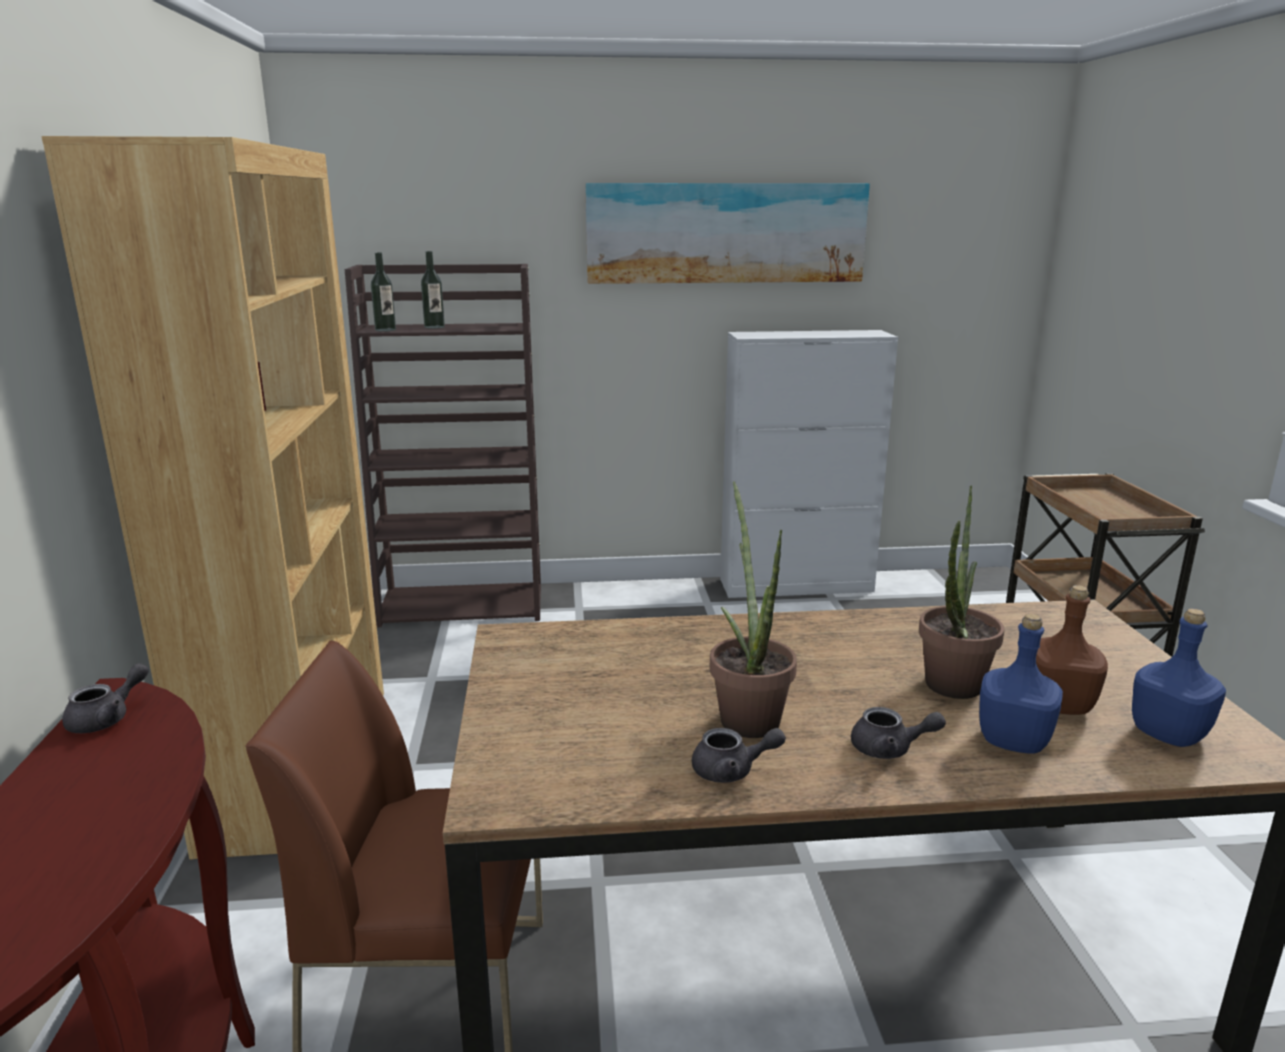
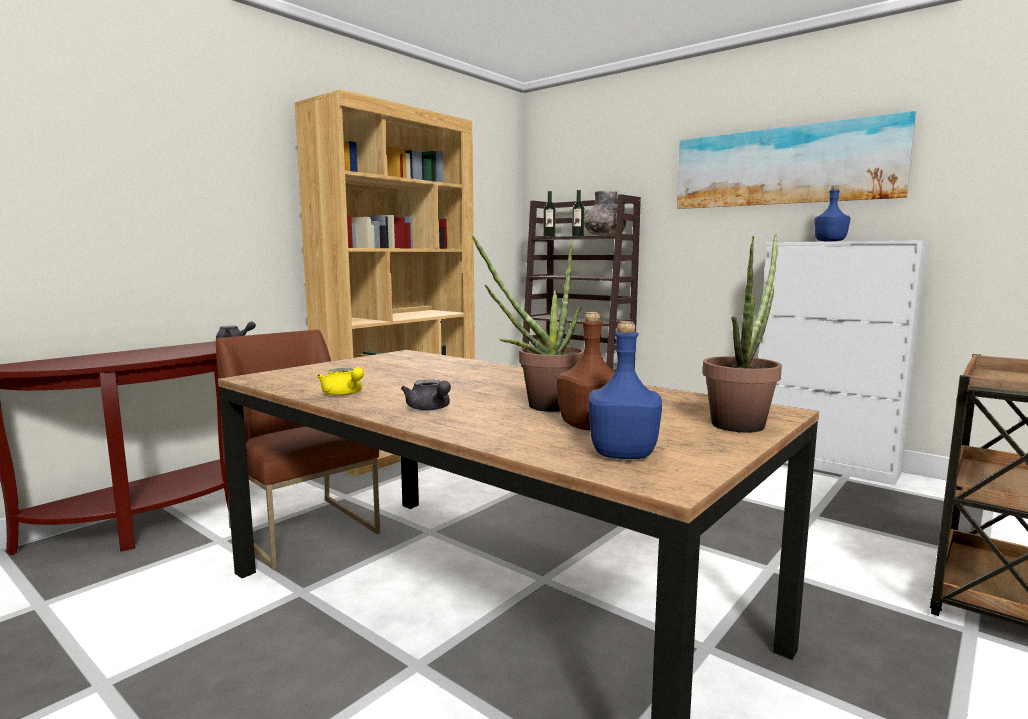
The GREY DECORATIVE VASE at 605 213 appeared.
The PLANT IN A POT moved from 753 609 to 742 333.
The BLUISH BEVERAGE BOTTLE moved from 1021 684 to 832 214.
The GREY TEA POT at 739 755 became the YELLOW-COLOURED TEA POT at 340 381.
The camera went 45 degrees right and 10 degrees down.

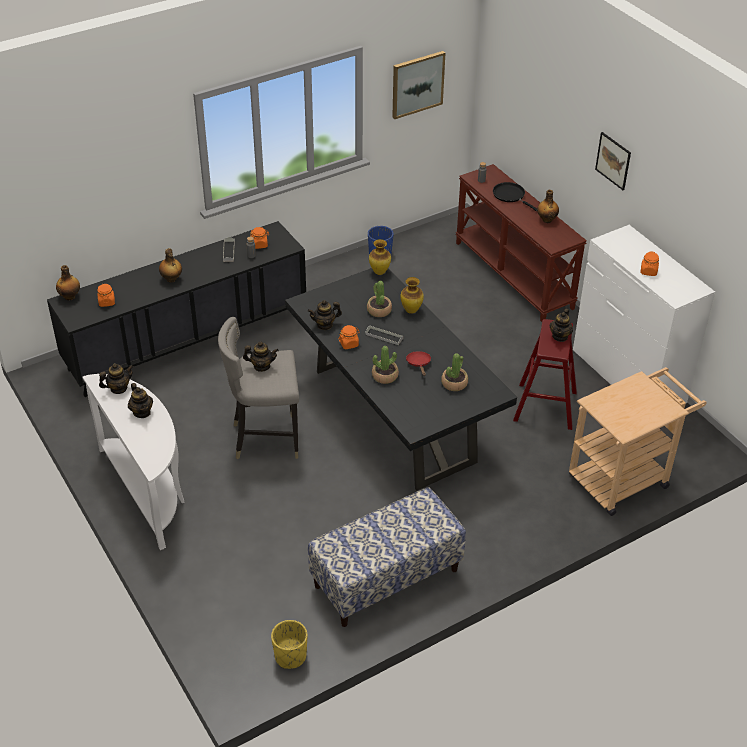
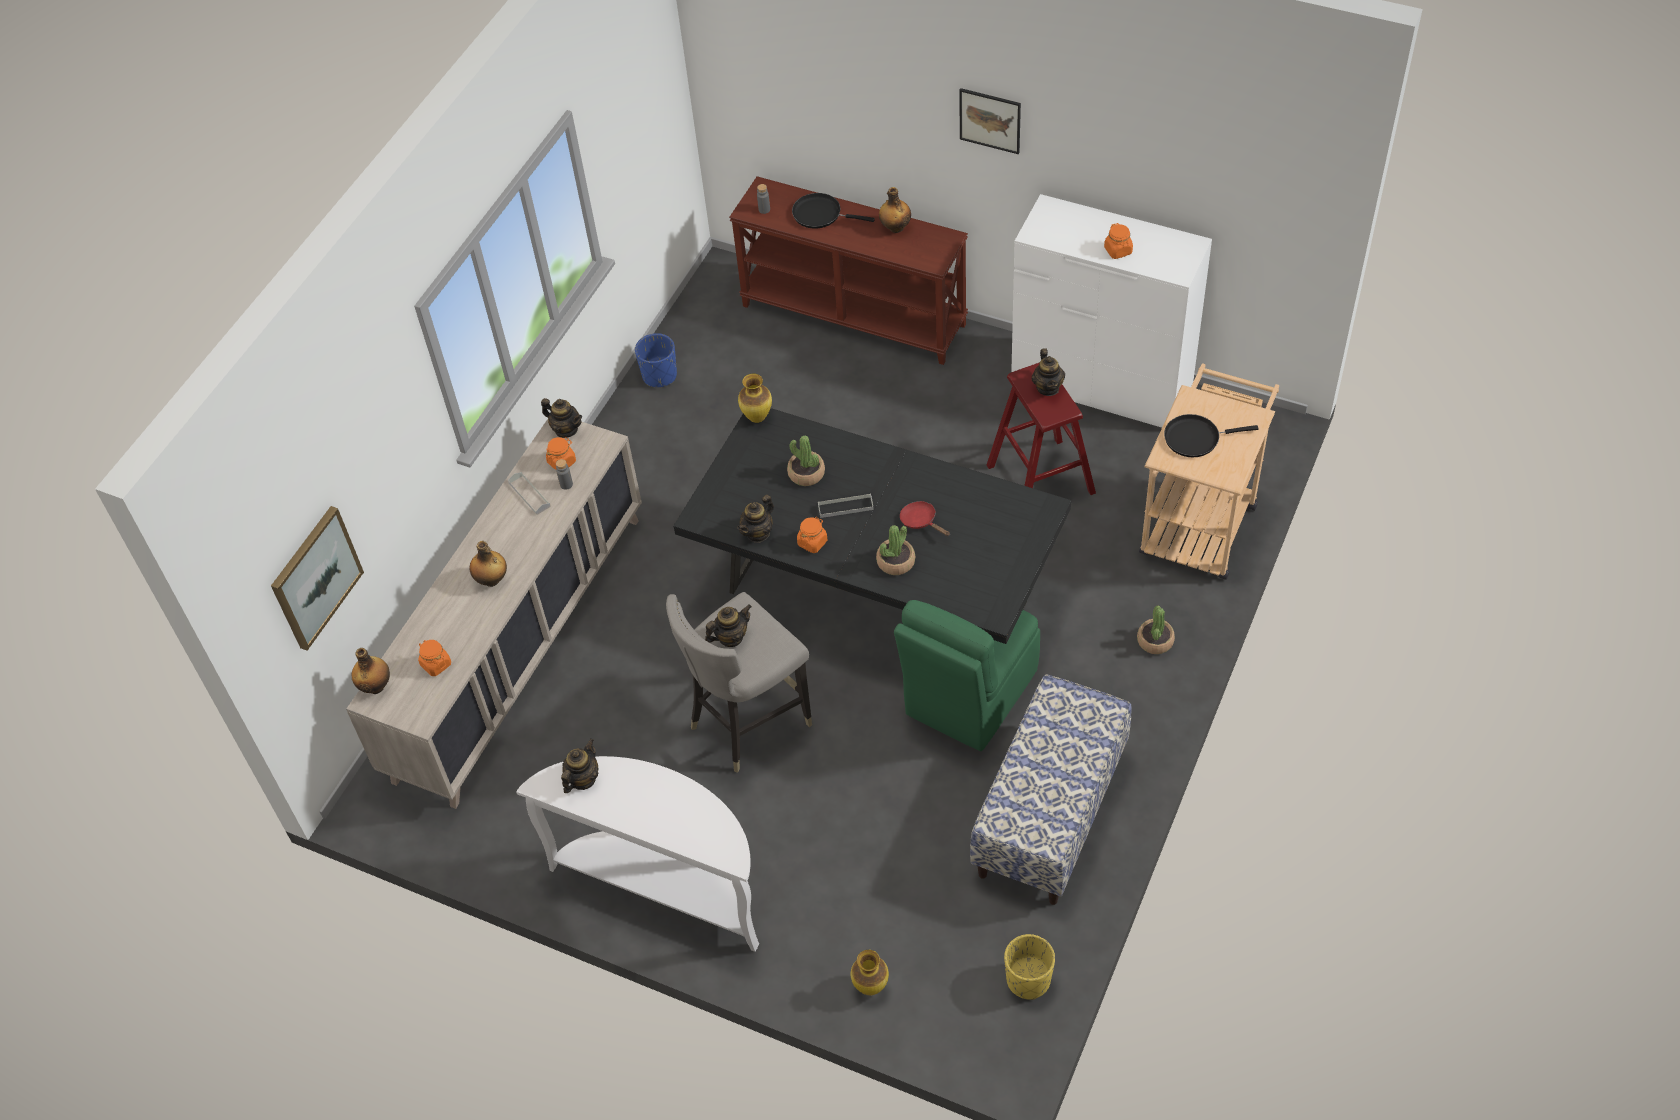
The GREEN-COLOURED UPRIGHT CHAIR at 967 675 appeared.
The BLACK PAN at 1211 435 appeared.
The TEA POT moved from 140 400 to 561 418.
The WALL PICTURE moved from 418 85 to 317 578.
The DECORATIVE VASE moved from 412 295 to 870 972.
The PLANT IN A POT moved from 454 372 to 1156 629.
The BLACK CABINET at 176 309 became the BEIGE-COLOURED CABINET at 494 614.
The camera went 30 degrees left and 10 degrees up.

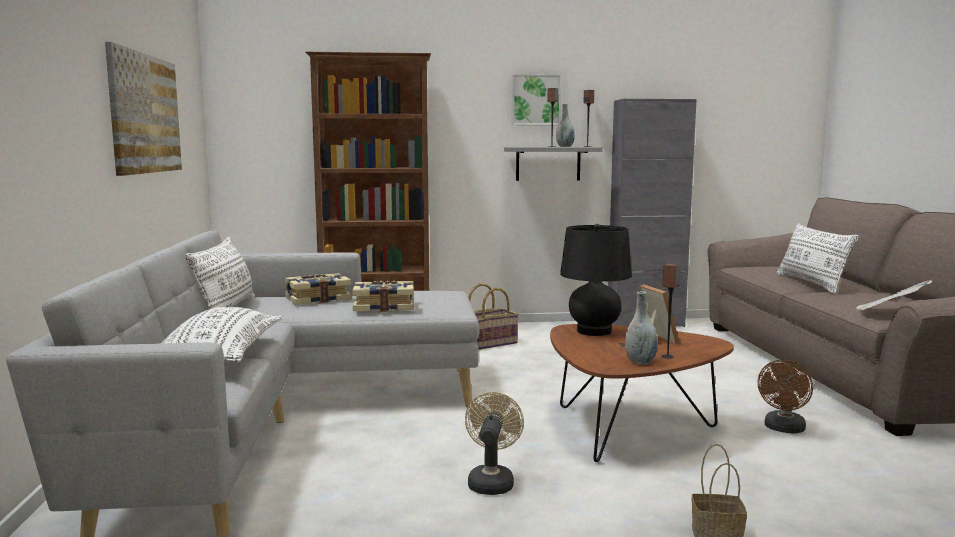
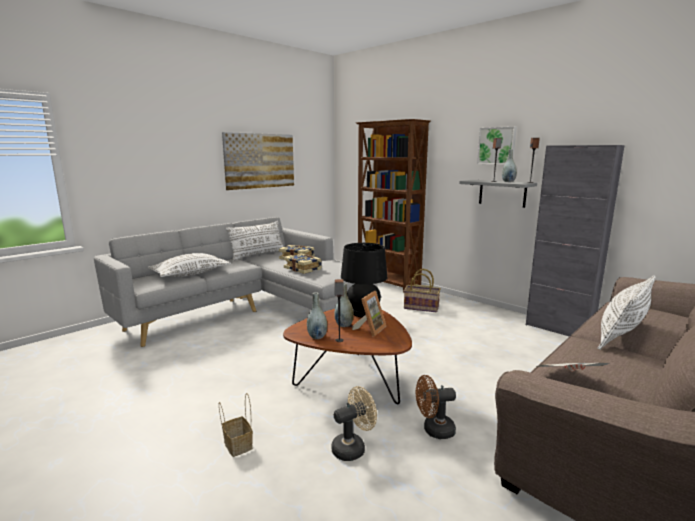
The GREY DECORATIVE VASE at 344 305 appeared.
The BEIGE-COLOURED FAN moved from 494 443 to 354 423.
The camera went 50 degrees right and 5 degrees up.

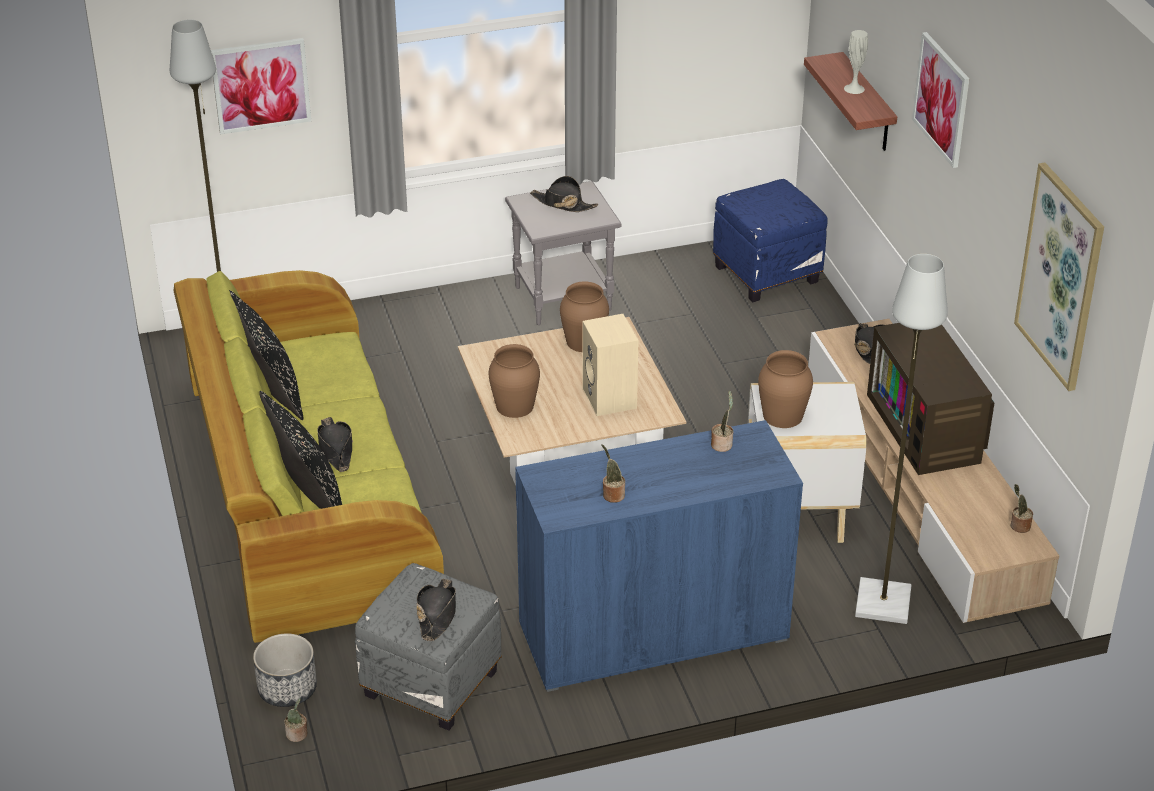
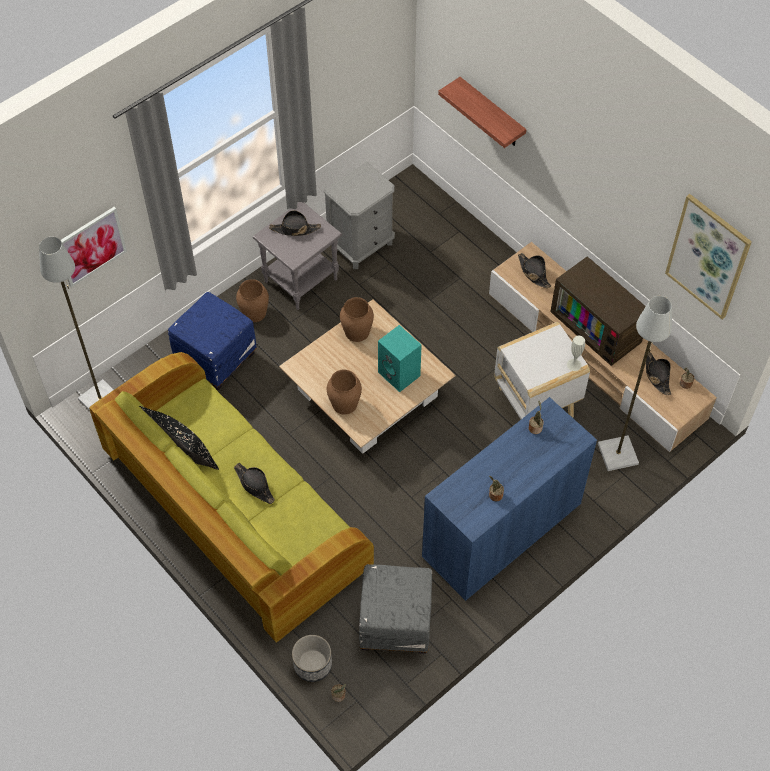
The BLACK CUSHION at 300 450 disappeared.
The WALL PICTURE at 940 100 disappeared.
The GREY BEDSIDE TABLE at 359 215 appeared.
The BLACK CLOTHING HAT moved from 436 609 to 659 374.
The BLUISH OTTOMAN moved from 770 241 to 212 341.
The BROWNISH DECORATIVE VASE moved from 785 389 to 252 300.
The WHITE DECORATIVE VASE moved from 856 62 to 576 353.
The BEIGE-COLOURED LOUDSPEAKER at 610 365 became the BLUE-GREEN LOUDSPEAKER at 400 358.
The camera went 25 degrees left and 20 degrees up.

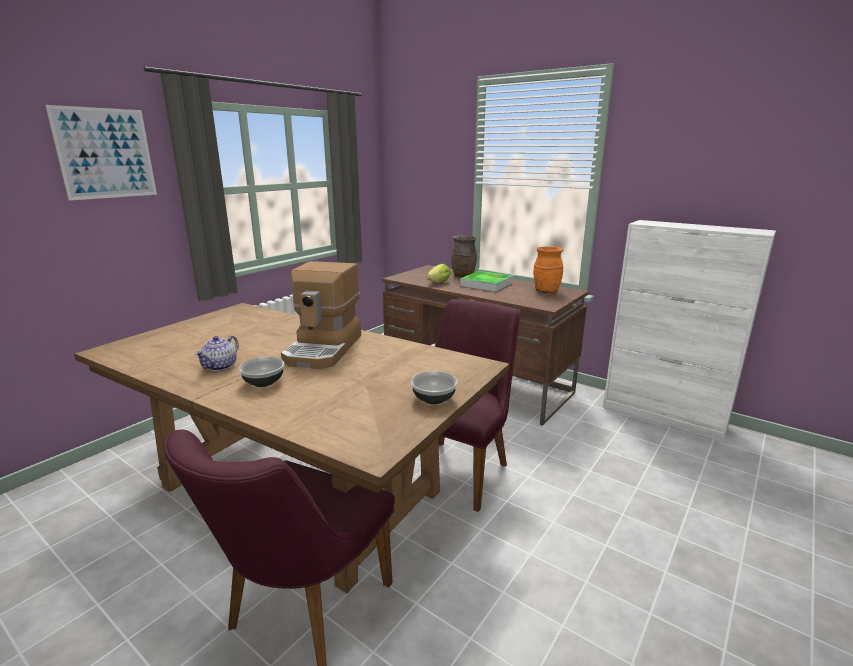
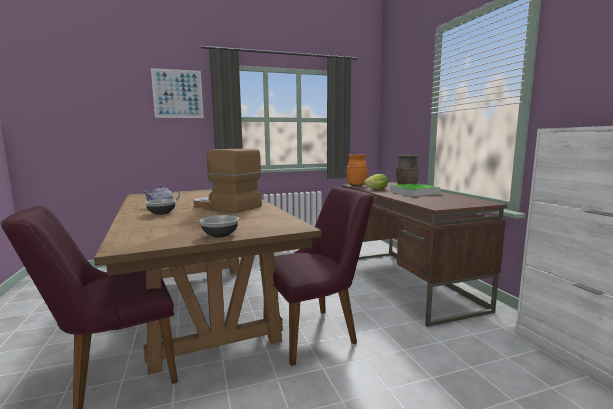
The ORANGEY DECORATIVE VASE moved from 548 269 to 357 170.
The COFFEE BREWER at 321 315 turned 75 degrees clockwise.
The camera went 35 degrees right and 10 degrees down.

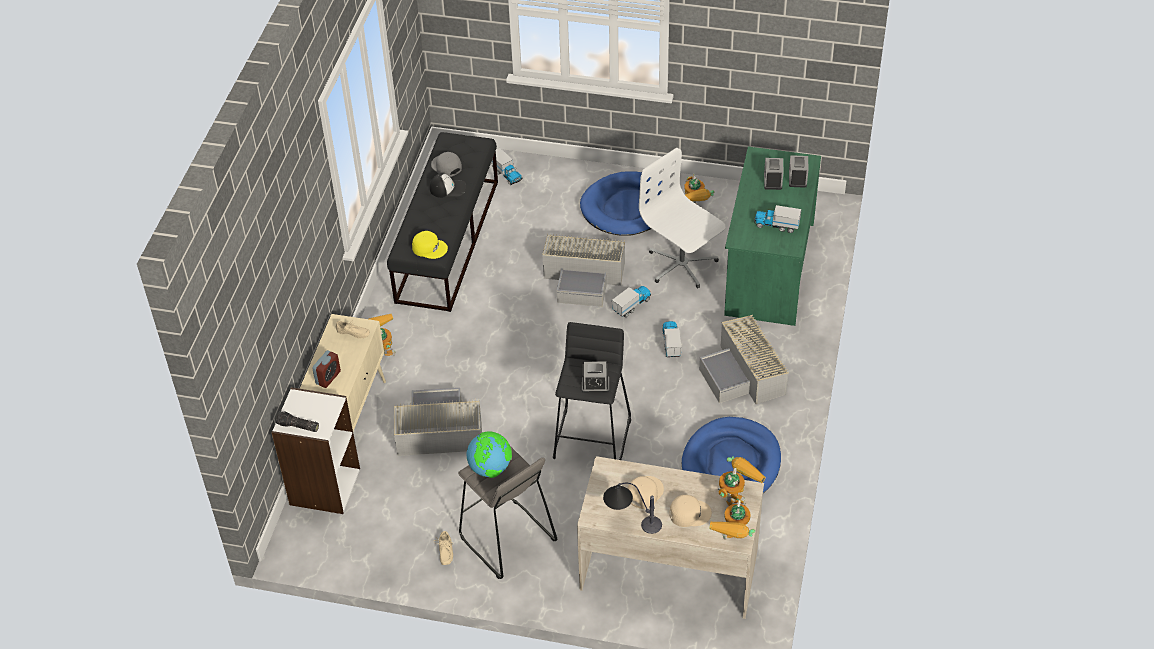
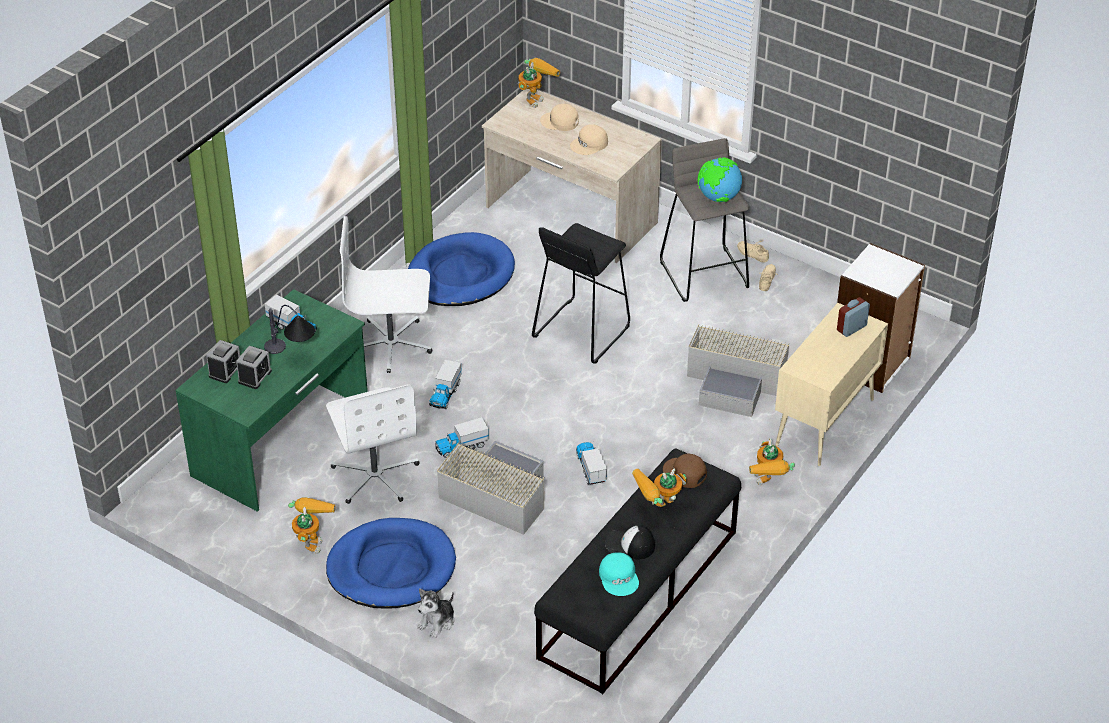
The TORCH at 297 421 disappeared.
The ALARM CLOCK at 595 377 disappeared.
The PLUSH TOY at 435 613 appeared.
The BEIGE-COLOURED SHOE moved from 353 329 to 753 251.
The MODEL TRUCK moved from 506 166 to 591 463.
The TABLE LAMP moved from 632 508 to 289 329.
The MODEL ROBOT moved from 742 481 to 659 487.
The GREY STORAGE CONTAINER at 744 359 was replaced by the WHITE COMPUTER CHAIR at 386 294.
The YELLOW-COLOURED CAP at 430 245 became the BROWNISH CAP at 685 471.
The GREY CAP at 446 164 became the BLUE-GREEN CAP at 619 574.
The camera went 160 degrees left and 5 degrees down.

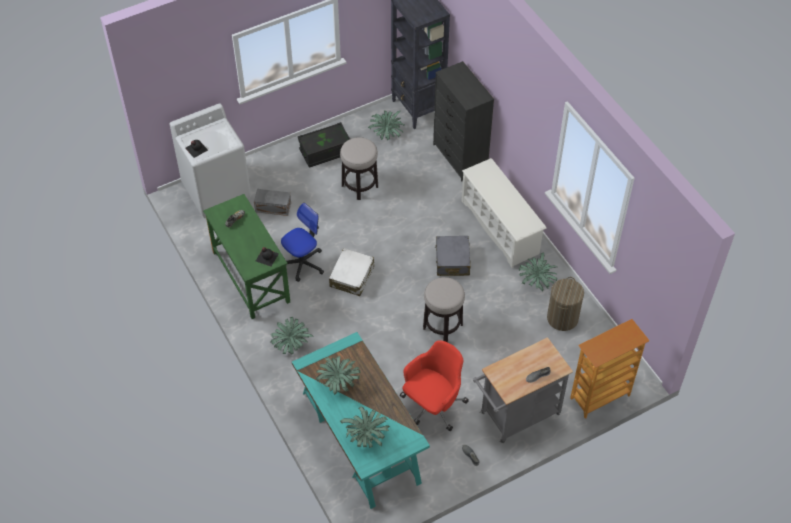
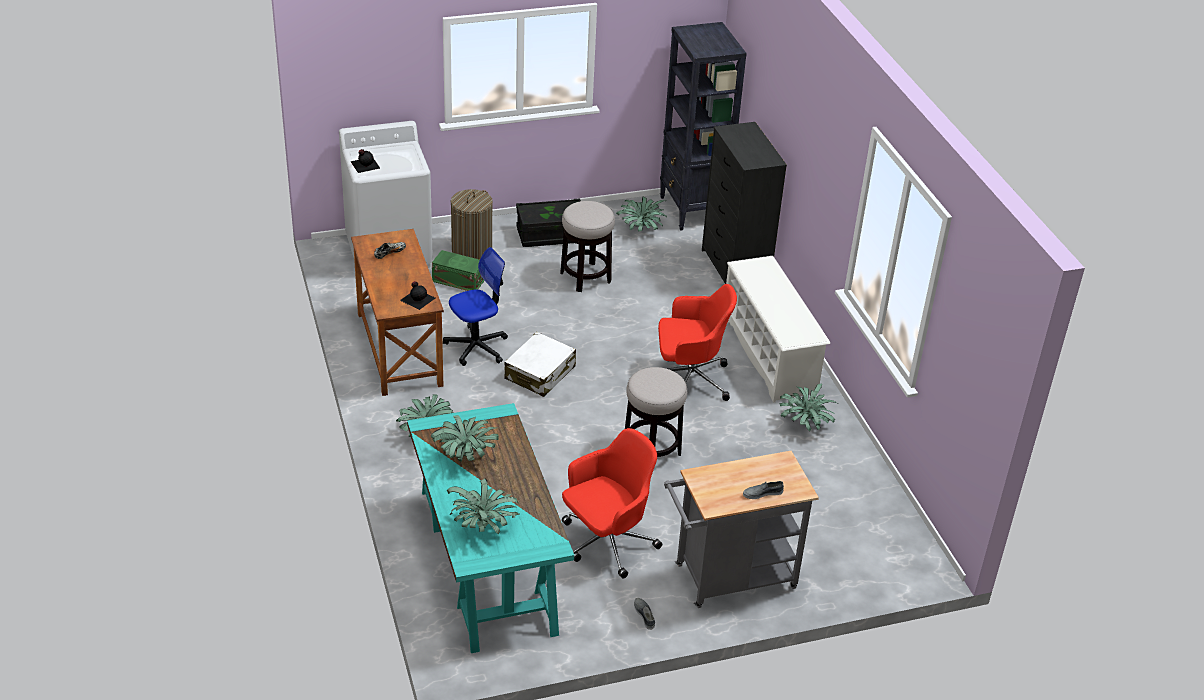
The BOOKCASE at 610 369 disappeared.
The HAMPER moved from 565 304 to 472 224.
The GREY TRAVEL CASE at 453 256 was replaced by the REDDISH COMPUTER CHAIR at 697 342.
The GREEN-COLOURED DESK UNIT at 246 256 became the BROWNISH DESK UNIT at 397 312.
The GREY STORAGE CONTAINER at 272 202 became the GREEN-COLOURED STORAGE CONTAINER at 458 270.
The camera went 10 degrees right and 15 degrees down.

